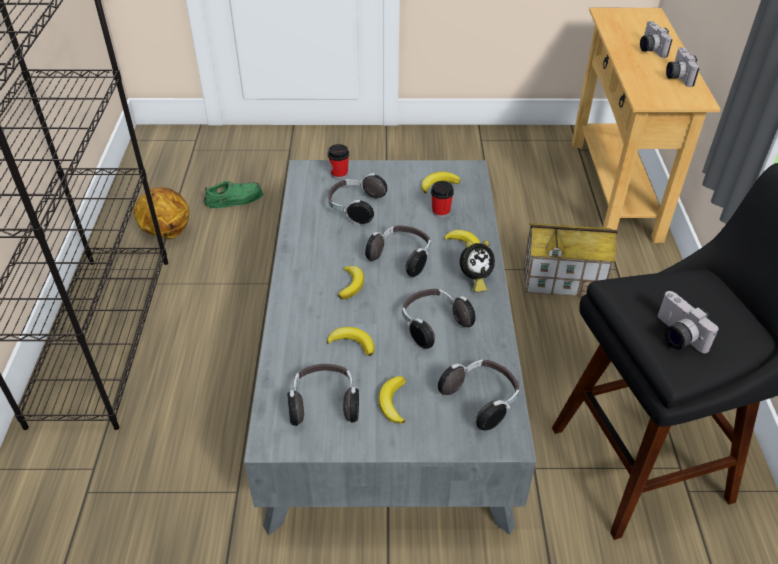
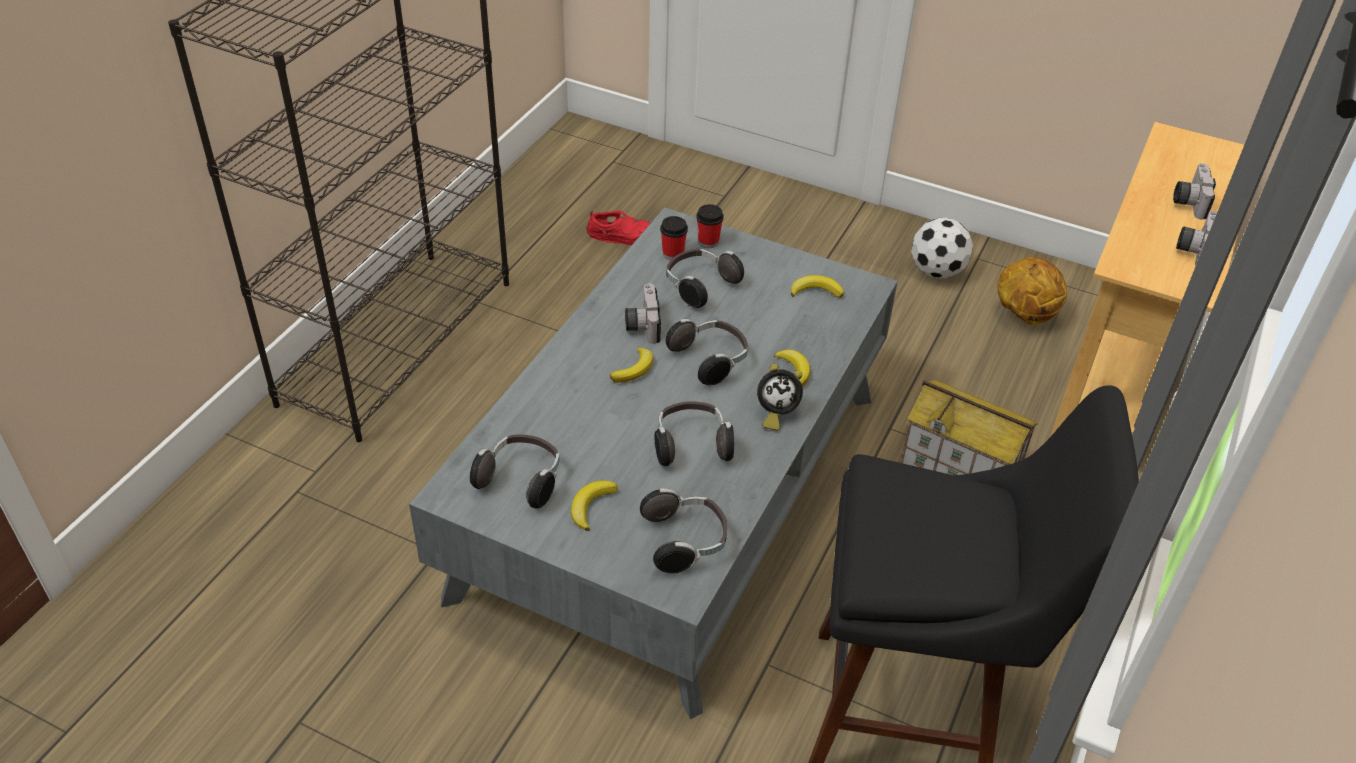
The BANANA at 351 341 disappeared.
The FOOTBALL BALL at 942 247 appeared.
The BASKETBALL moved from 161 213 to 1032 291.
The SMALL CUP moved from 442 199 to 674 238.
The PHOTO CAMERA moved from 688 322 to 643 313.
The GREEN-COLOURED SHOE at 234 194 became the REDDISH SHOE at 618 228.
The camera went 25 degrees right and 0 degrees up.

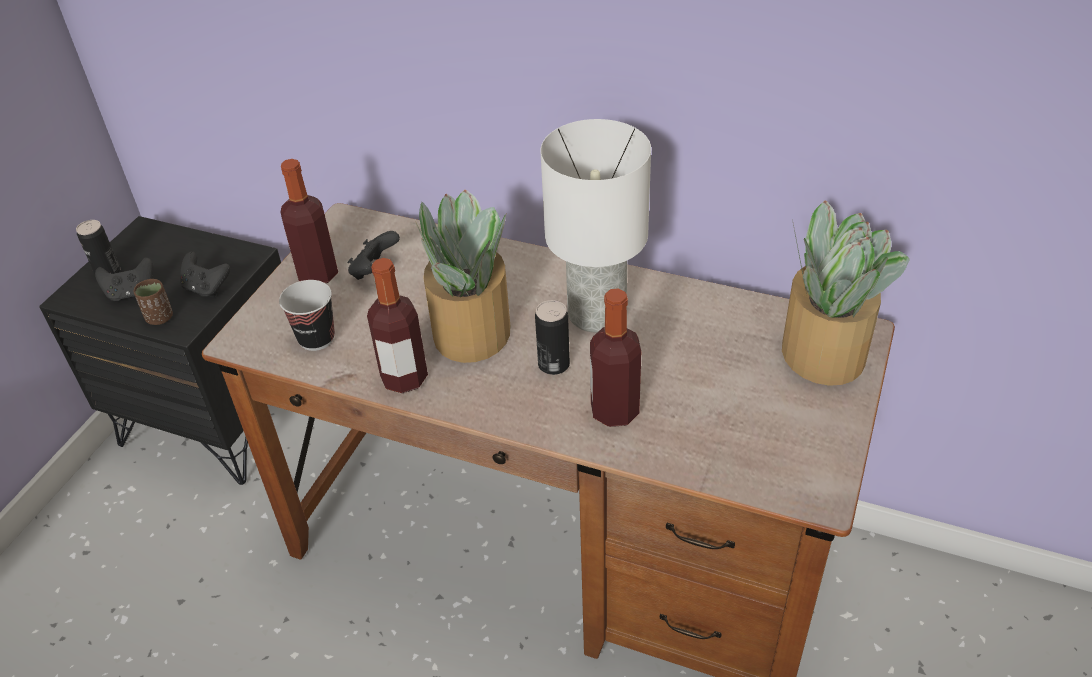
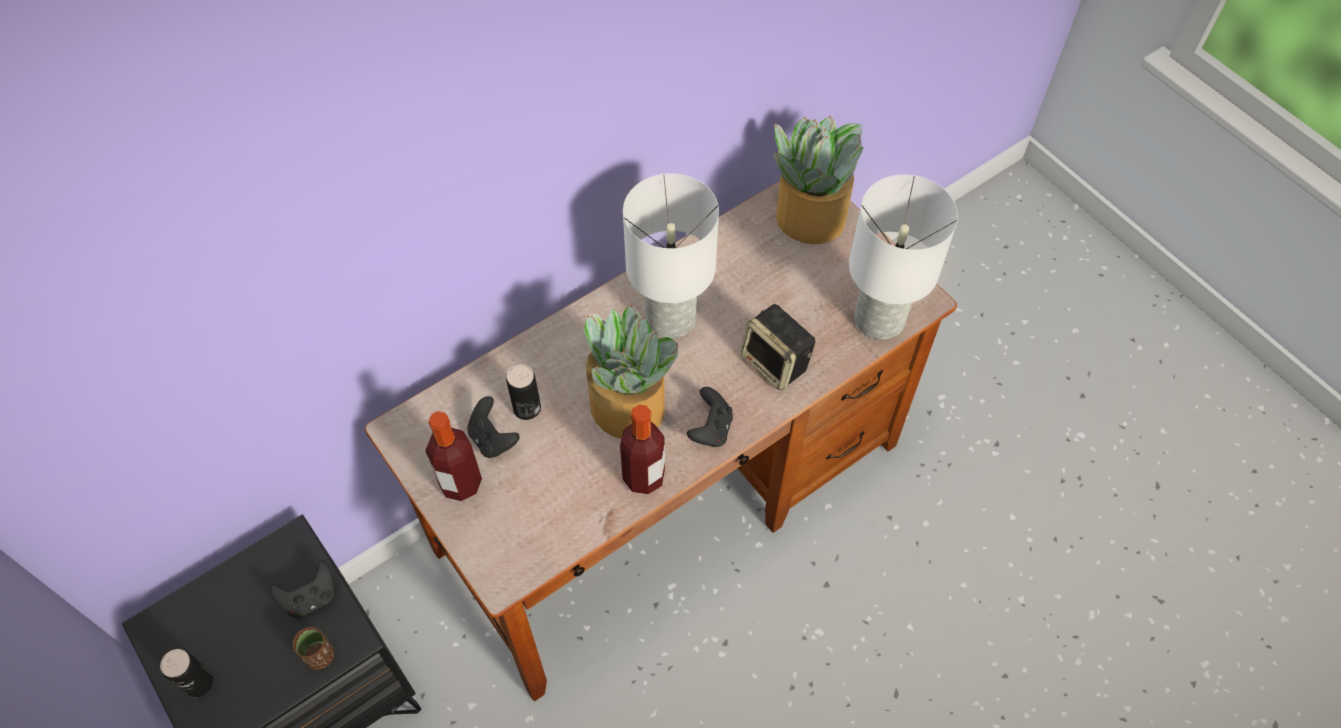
The SMALL CUP at 307 315 disappeared.
The WHITE TABLE LAMP at 903 257 appeared.
The BLACK GAMEPAD moved from 124 279 to 710 417.
The CAN moved from 552 337 to 523 392.
The BEVERAGE BOTTLE at 615 357 was replaced by the LOUDSPEAKER at 778 347.
The camera went 60 degrees left and 15 degrees up.

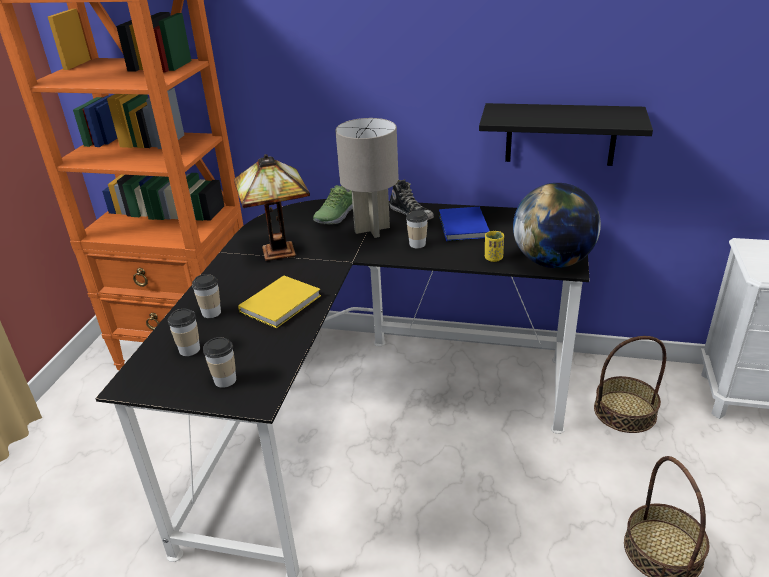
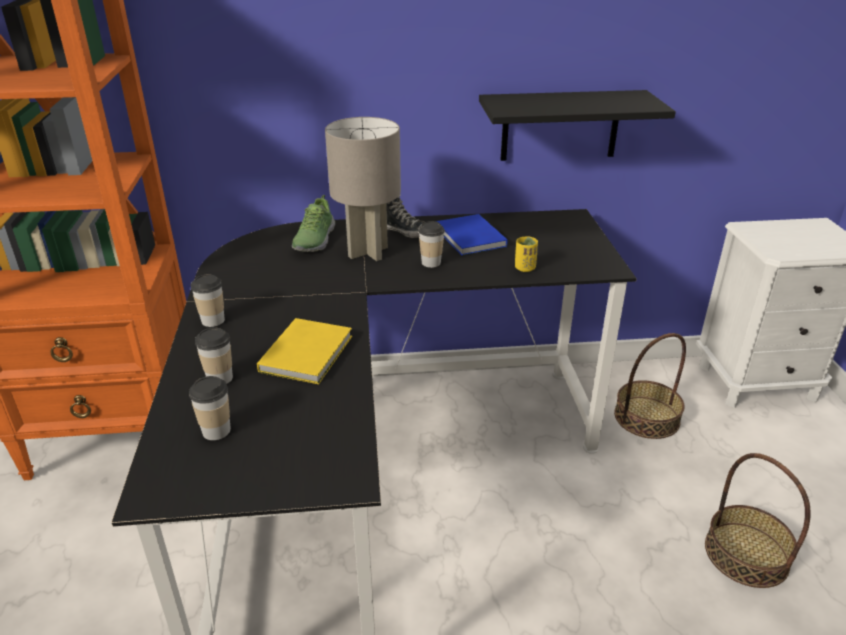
The TABLE LAMP at 272 207 disappeared.
The WORLD GLOBE at 557 225 disappeared.
The SMALL CUP moved from 219 362 to 208 300.
The camera went 20 degrees left and 0 degrees up.

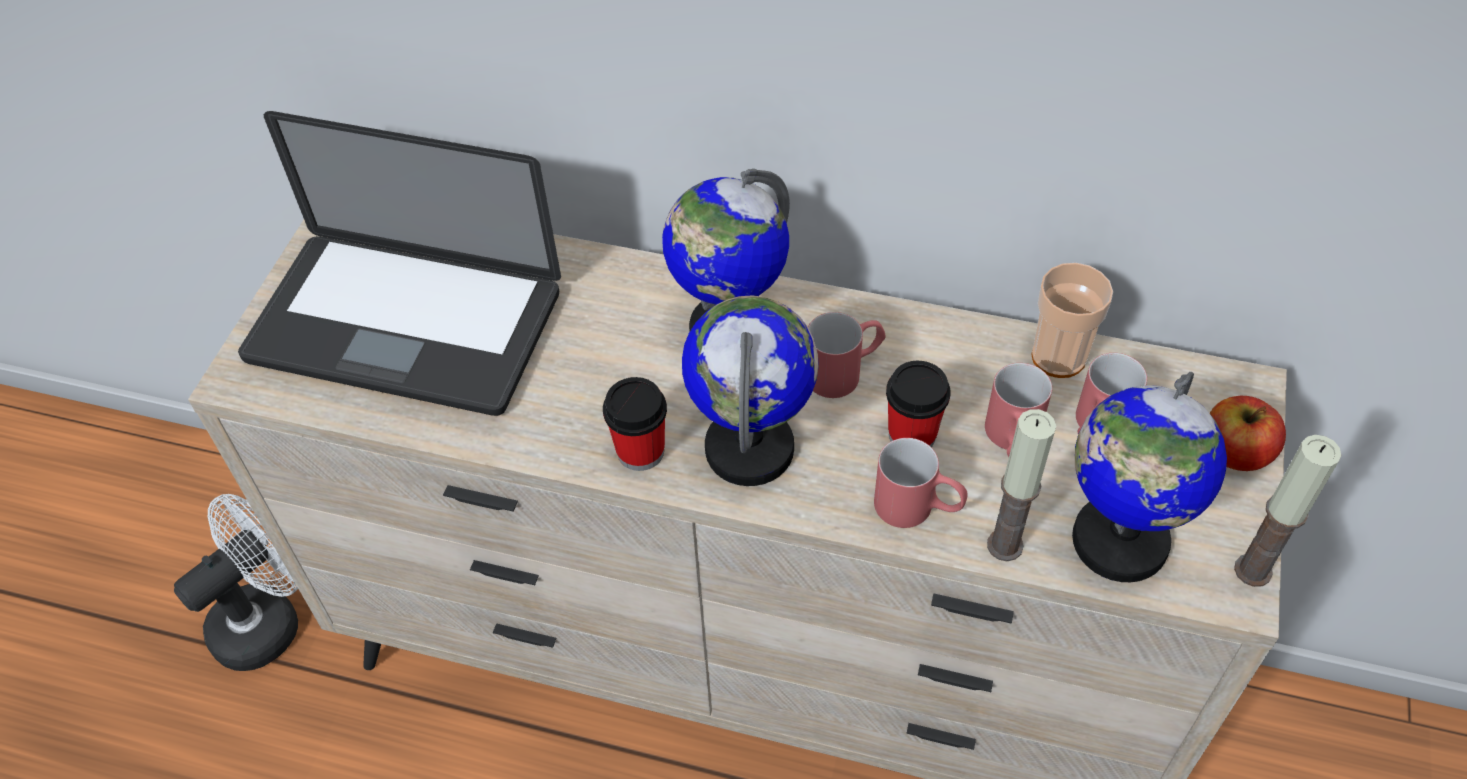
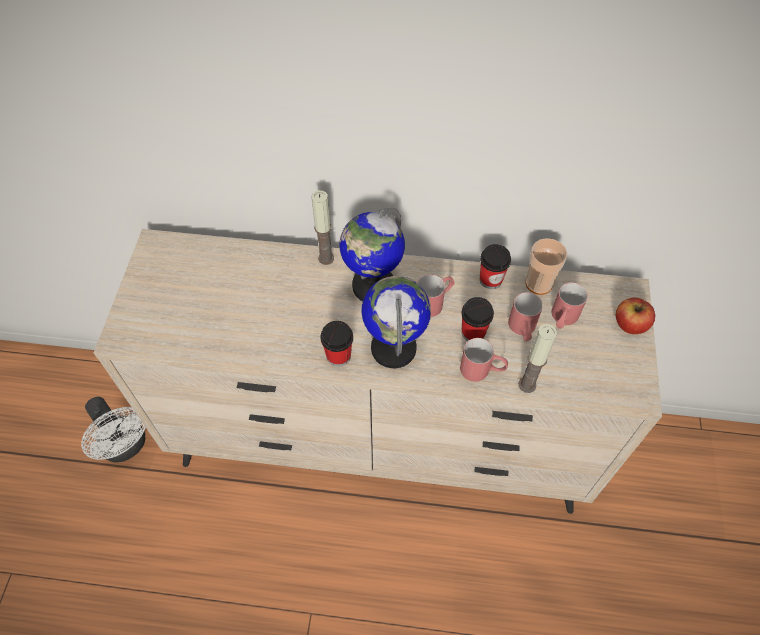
The PORTABLE COMPUTER at 399 263 disappeared.
The WORLD GLOBE at 1149 477 disappeared.
The SMALL CUP at 495 266 appeared.
The WAX LIGHT moved from 1287 511 to 322 227.
The WHITE FAN at 236 582 turned 105 degrees clockwise.
The camera went 10 degrees left and 5 degrees up.

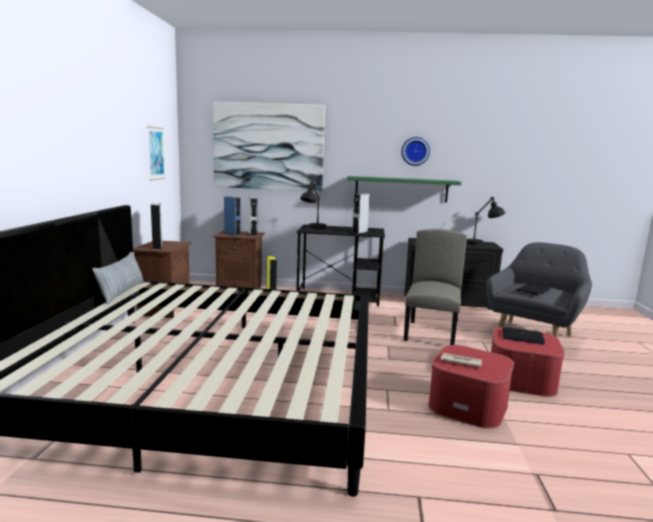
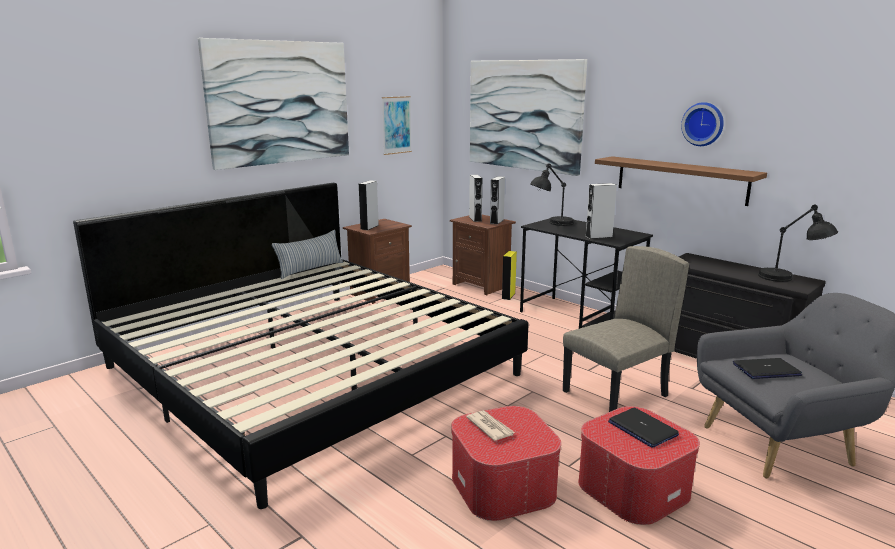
The WALL PICTURE at 273 104 appeared.
The BLUISH LOUDSPEAKER at 232 215 became the GREY LOUDSPEAKER at 475 198.
The GREEN-COLOURED BRACKET SHELF at 404 189 became the BROWNISH BRACKET SHELF at 681 181.
The camera went 40 degrees right and 5 degrees up.

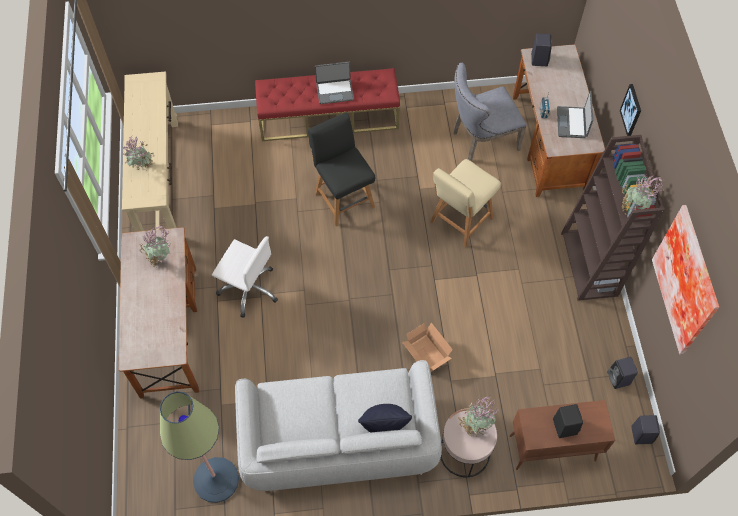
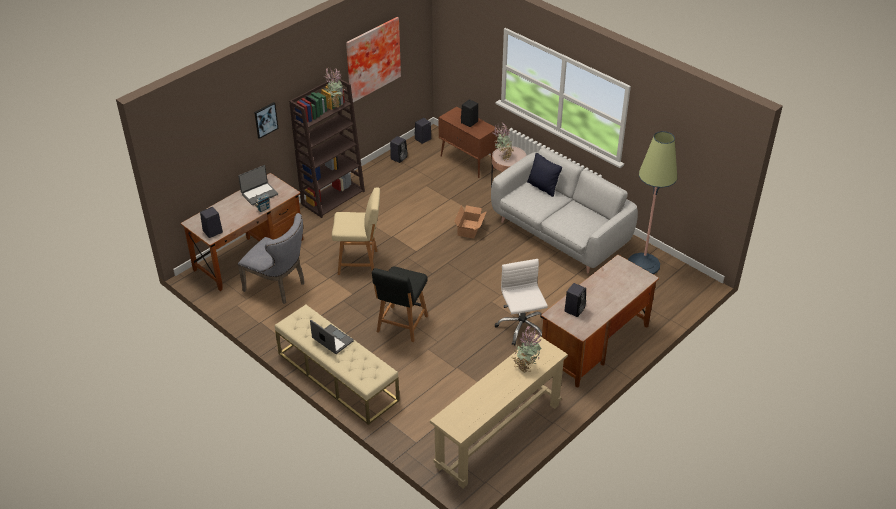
The PLANT IN A POT at 154 246 was replaced by the BLACK LOUDSPEAKER at 575 300.
The REDDISH LONG SEAT at 327 104 became the BEIGE-COLOURED LONG SEAT at 337 365.
The camera went 130 degrees left and 20 degrees down.

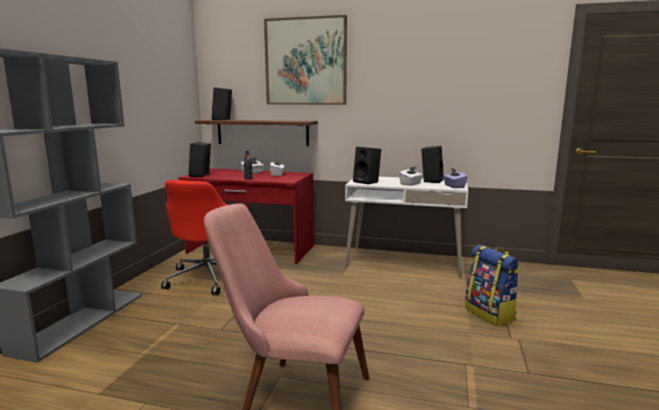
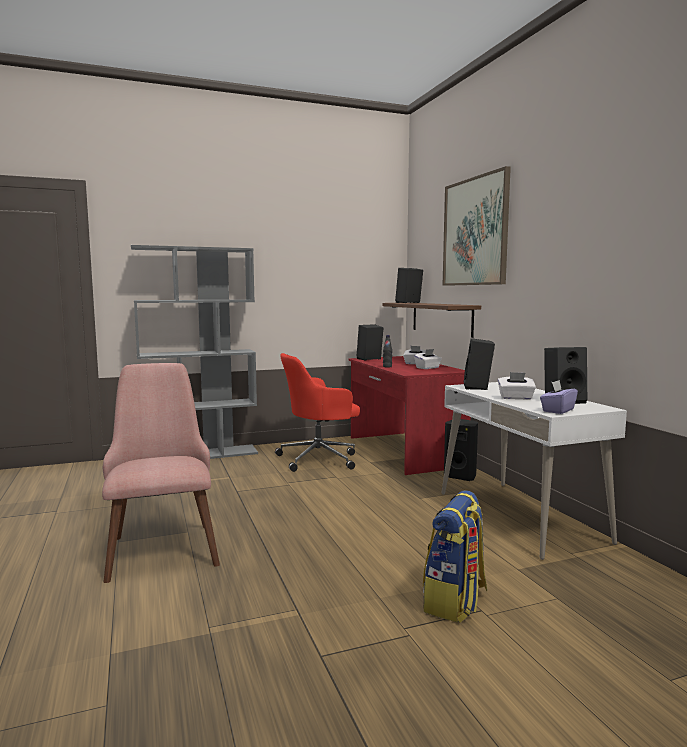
The BLACK LOUDSPEAKER at 461 450 appeared.
The camera went 55 degrees right and 5 degrees down.

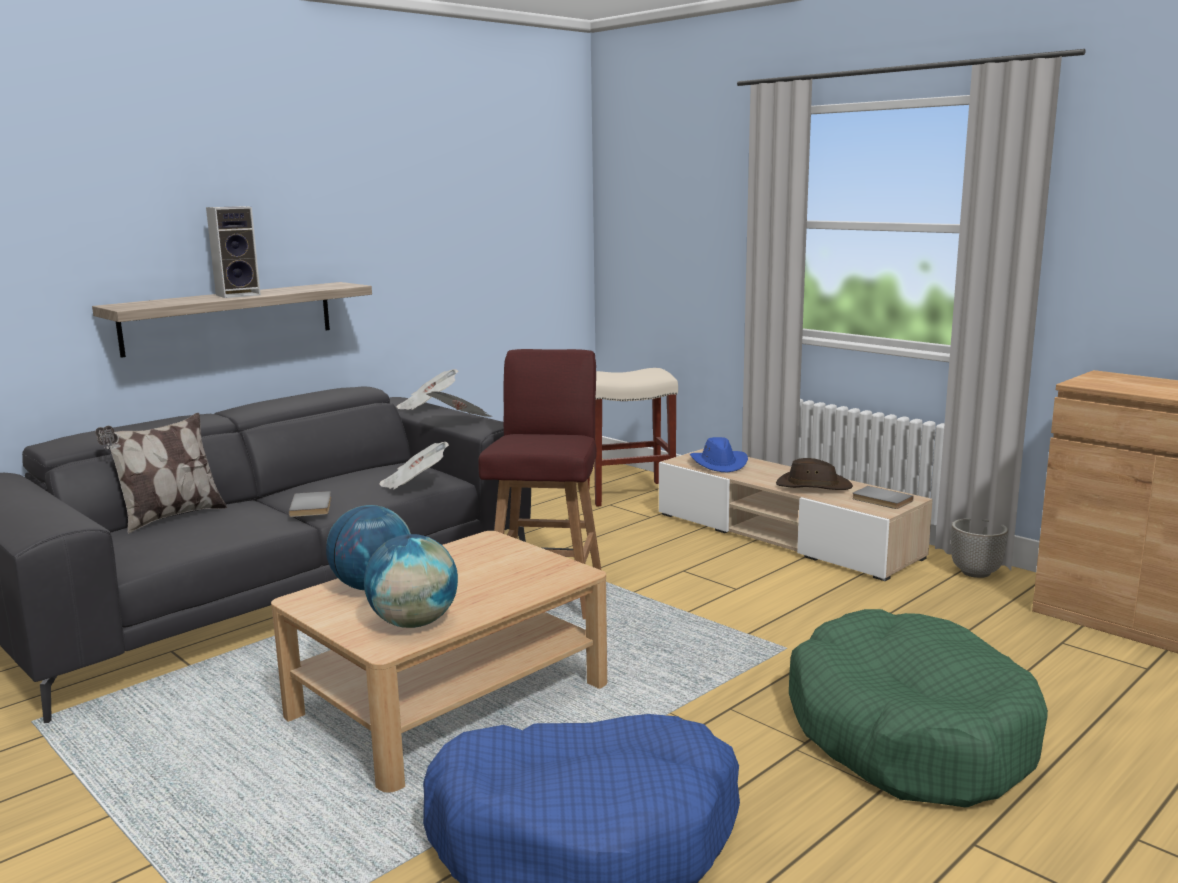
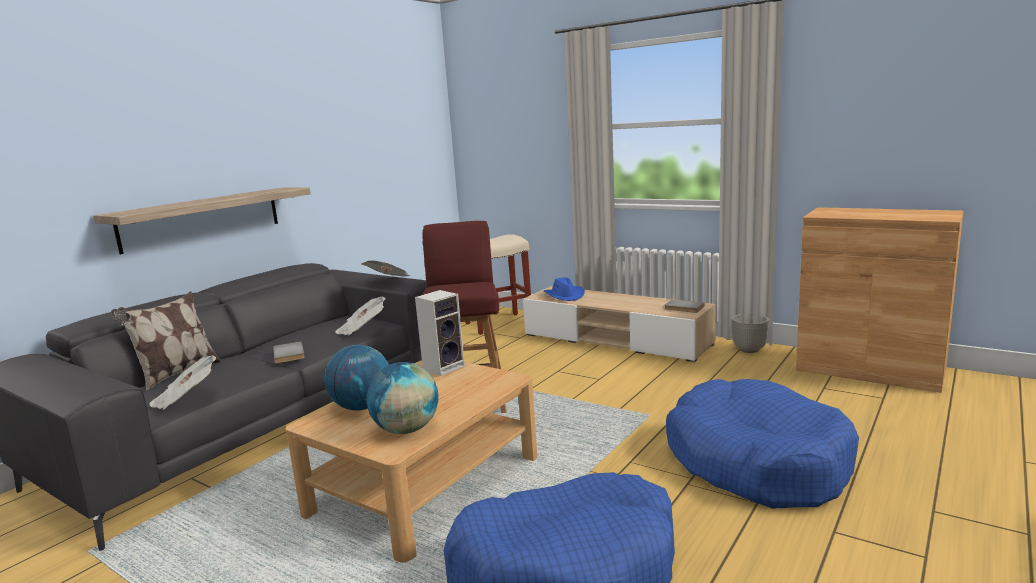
The BROWNISH CLOTHING HAT at 814 474 disappeared.
The LOUDSPEAKER moved from 233 252 to 440 333.
The PRINTED PAPER moved from 427 389 to 182 382.
The GREEN-COLOURED DOG CUSHION at 918 708 became the BLUISH DOG CUSHION at 762 444.
The camera went 10 degrees left and 0 degrees up.

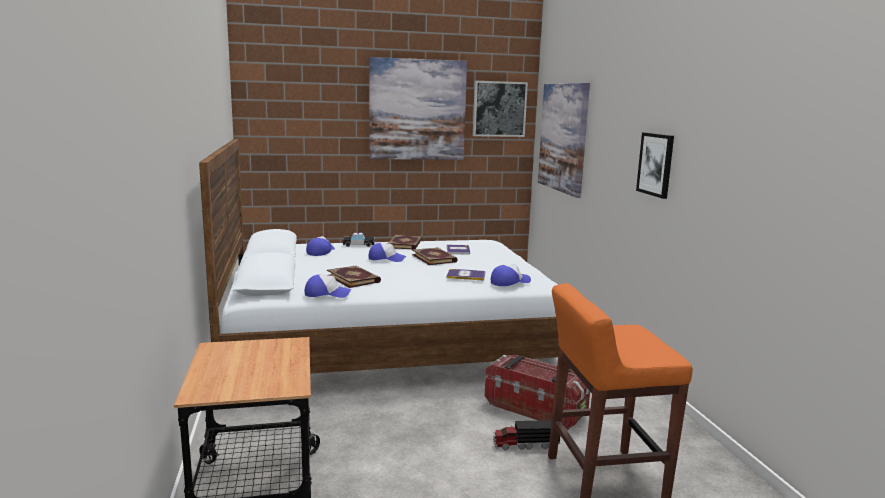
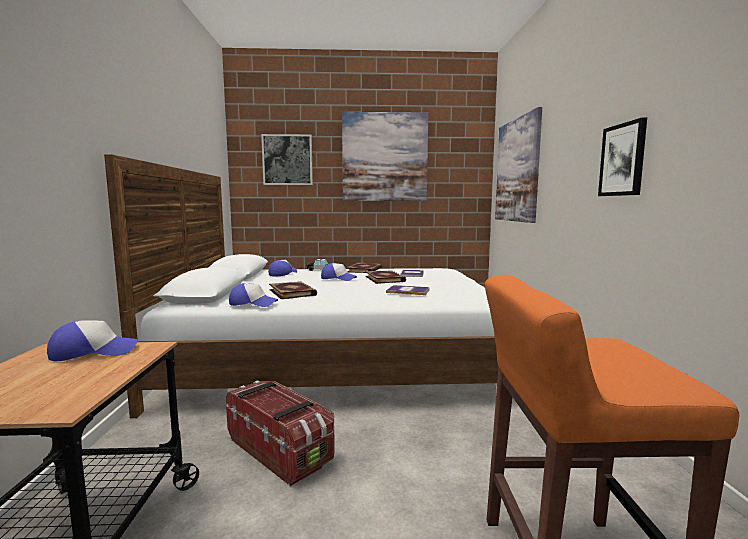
The MODEL TRUCK at 526 435 disappeared.
The WALL PICTURE moved from 500 109 to 287 159.
The STORAGE CONTAINER moved from 537 392 to 280 433.
The CAP moved from 511 275 to 93 340.
The camera went 10 degrees right and 5 degrees down.

